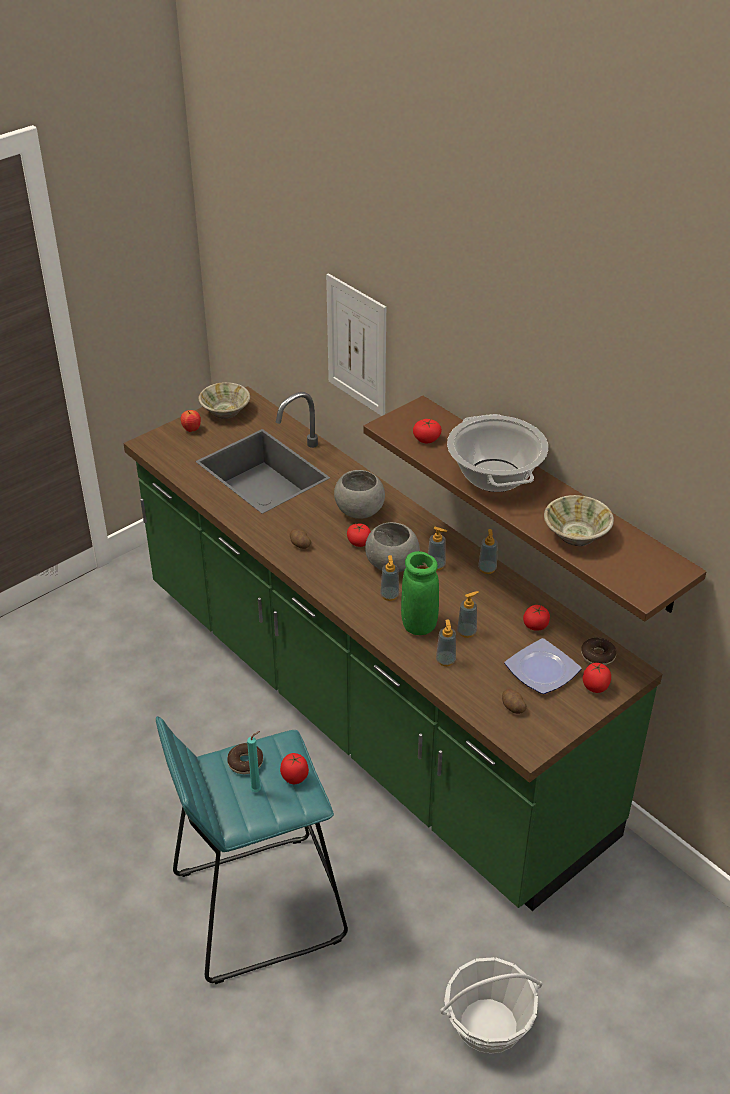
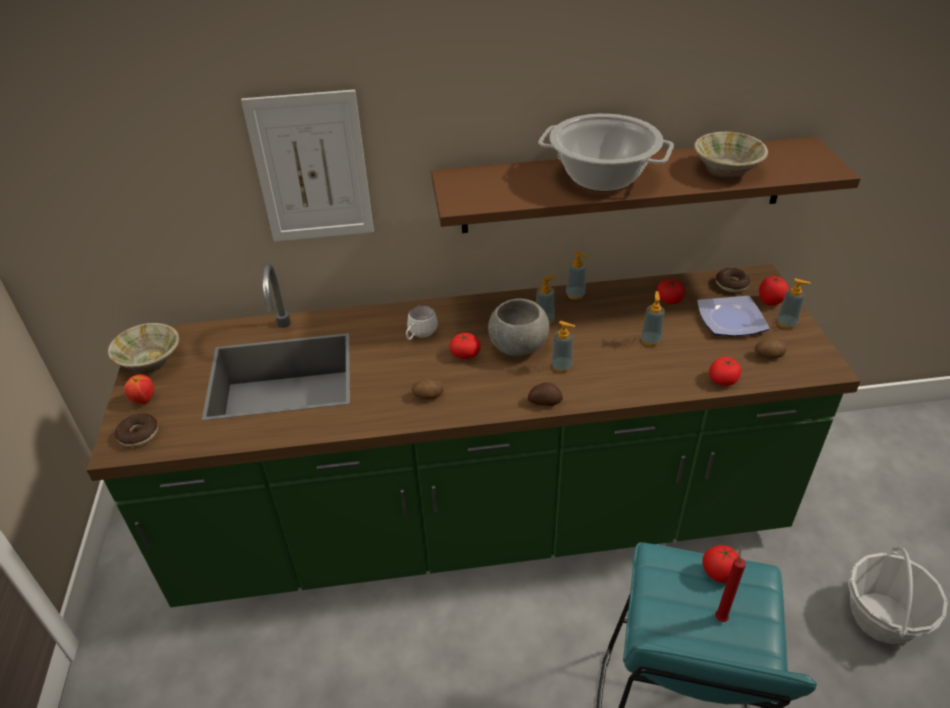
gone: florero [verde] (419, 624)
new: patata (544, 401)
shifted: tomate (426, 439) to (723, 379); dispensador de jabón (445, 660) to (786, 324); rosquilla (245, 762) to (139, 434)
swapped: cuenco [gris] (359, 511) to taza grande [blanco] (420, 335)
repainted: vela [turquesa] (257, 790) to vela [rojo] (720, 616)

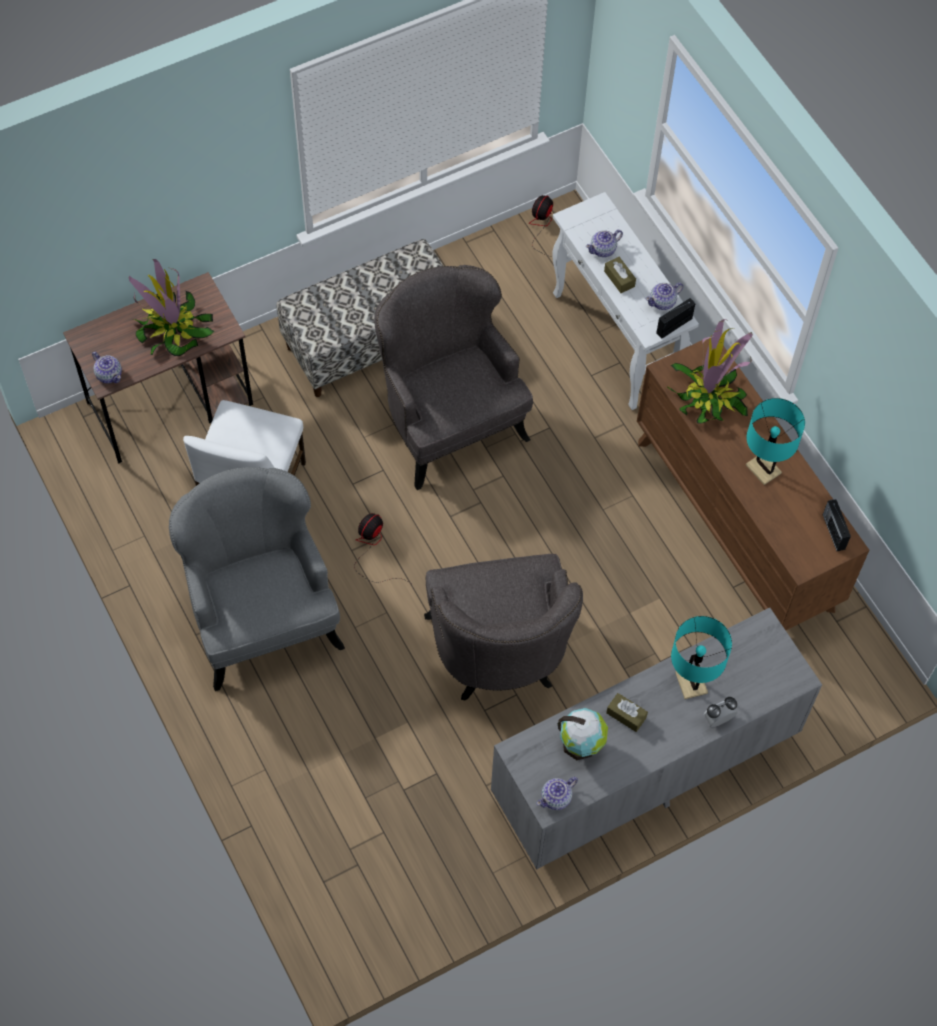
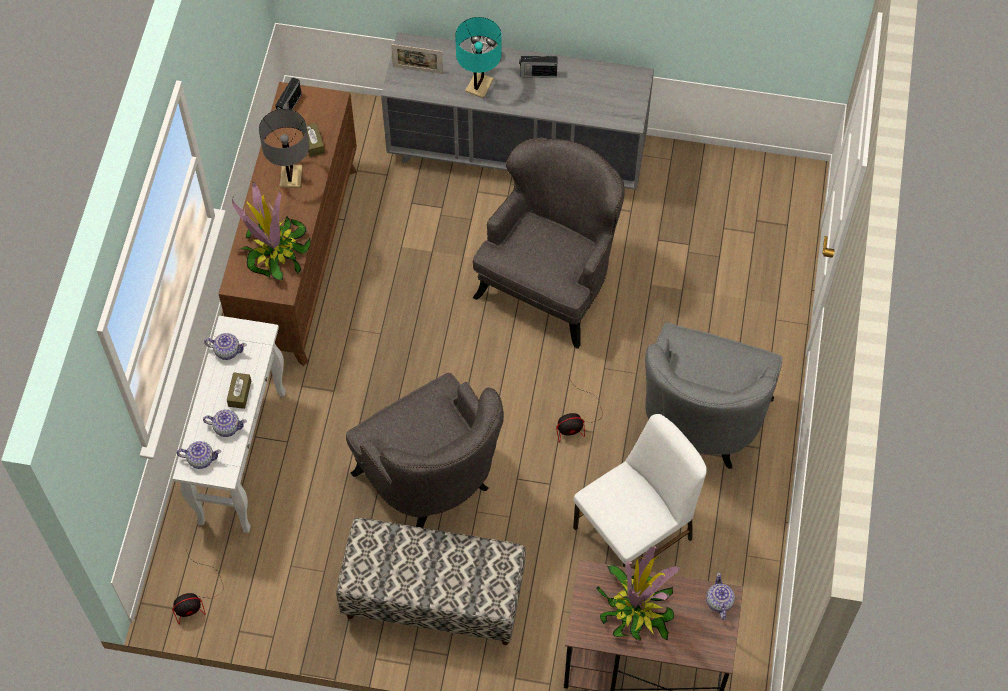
gone: globo terráqueo (581, 744)
new: portarretratos (417, 70)
shifted: radio (675, 325) to (537, 74); caja de pañuelos [marrón] (626, 715) to (313, 143); tetera (556, 798) to (200, 459)
repainted: lámpara de mesa [turquesa] (763, 469) to lámpara de mesa [gris] (291, 176)
rotated: sillón [gris] (449, 422) = (432, 482) 45 degrees counterclockwise

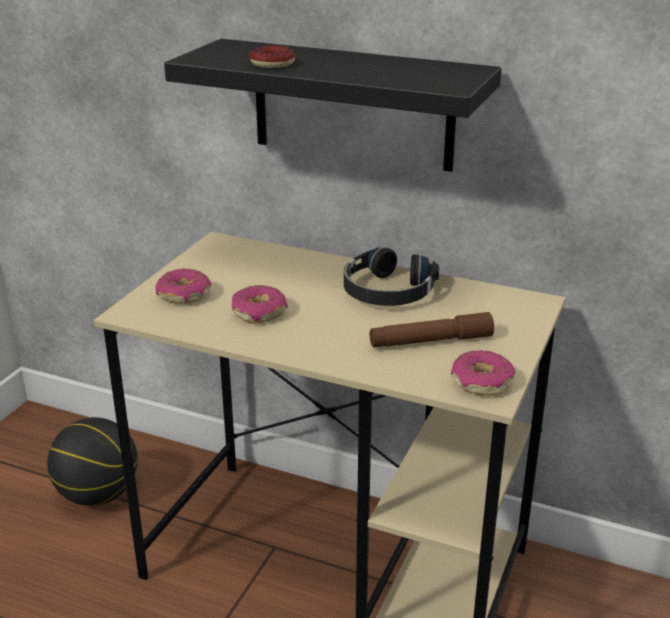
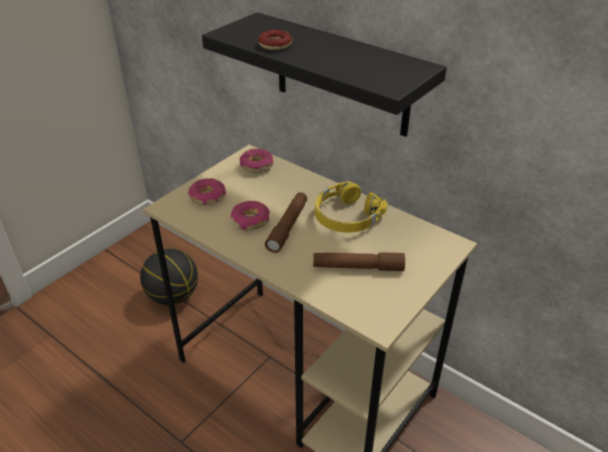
new: linterna [marrón] (288, 226)
shifted: rosquilla (481, 382) to (256, 166)
repainted: auriculares [negro] (387, 291) to auriculares [amarillo] (346, 216)

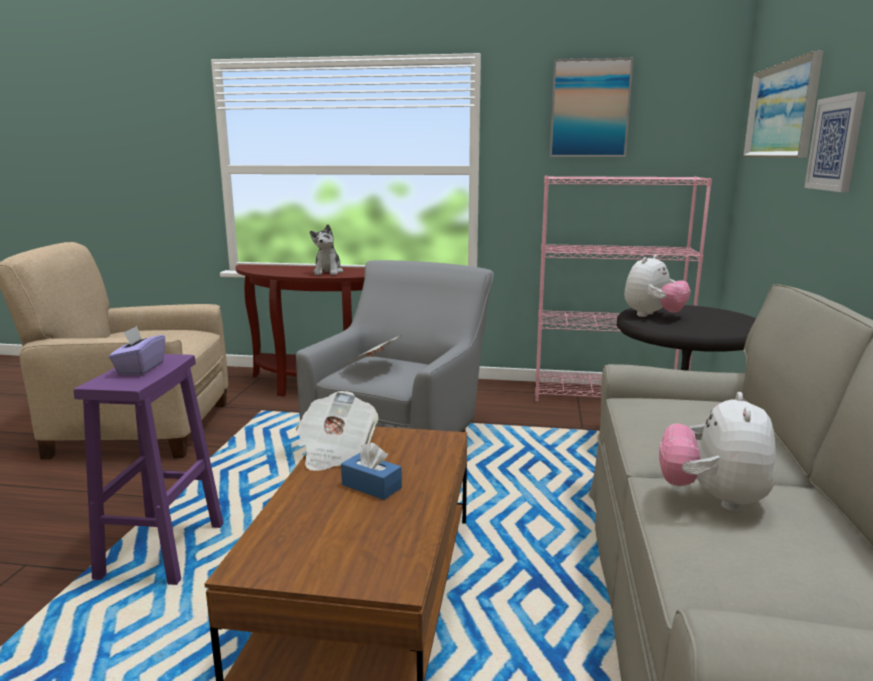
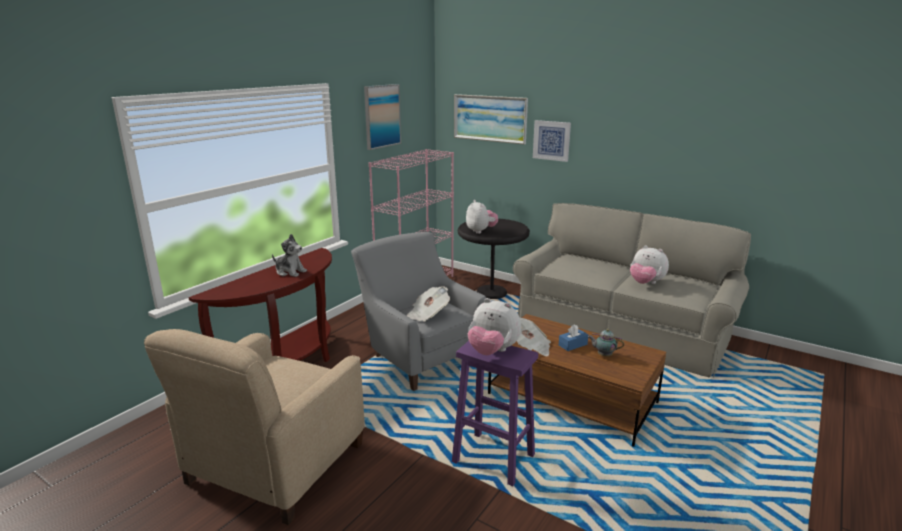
new: tetera (603, 355)
swapped: caja de pañuelos [morado] (140, 369) to peluche (492, 351)

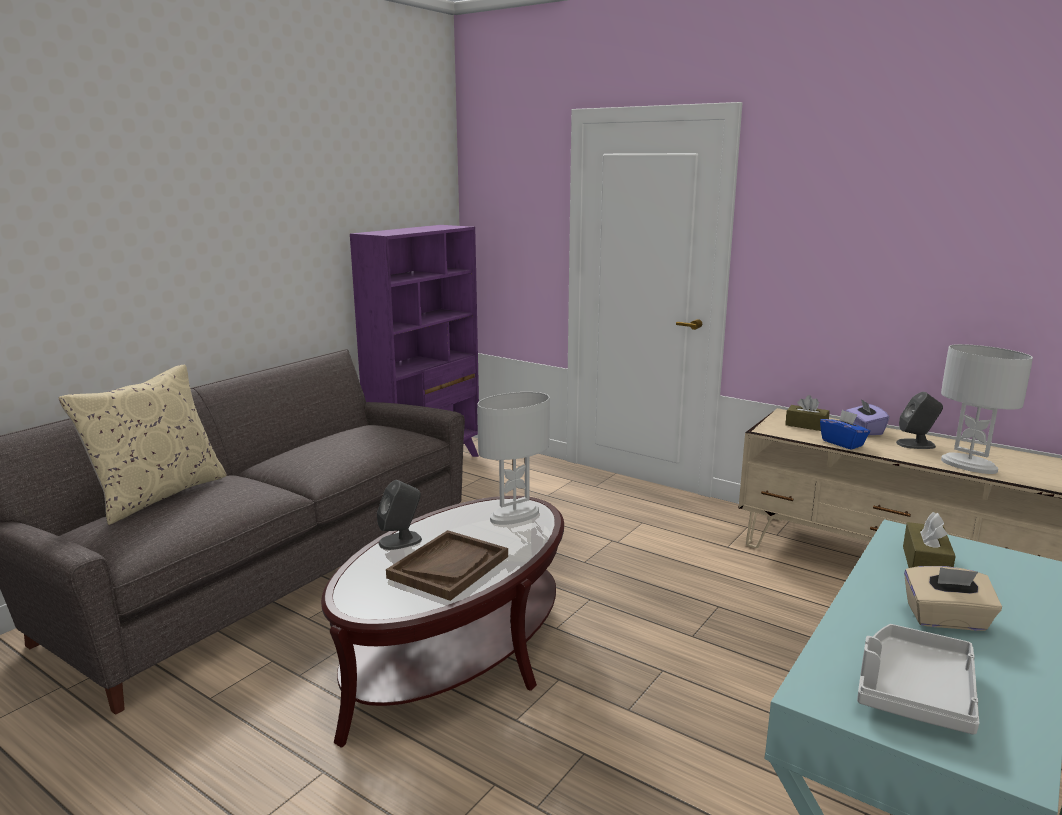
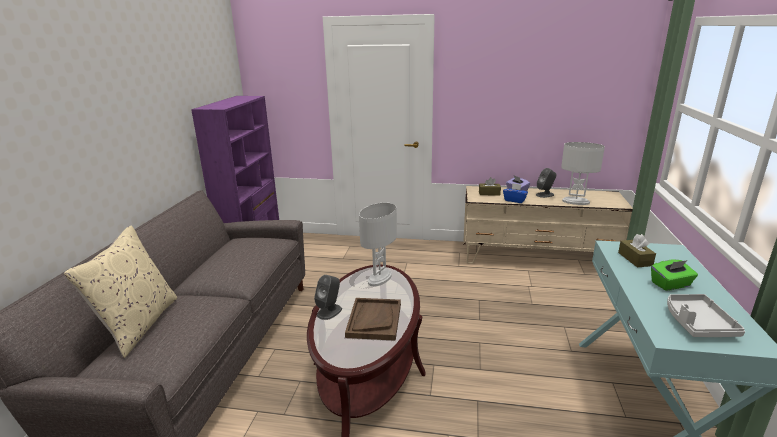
repainted: caja de pañuelos [beis] (946, 619) to caja de pañuelos [verde] (671, 285)

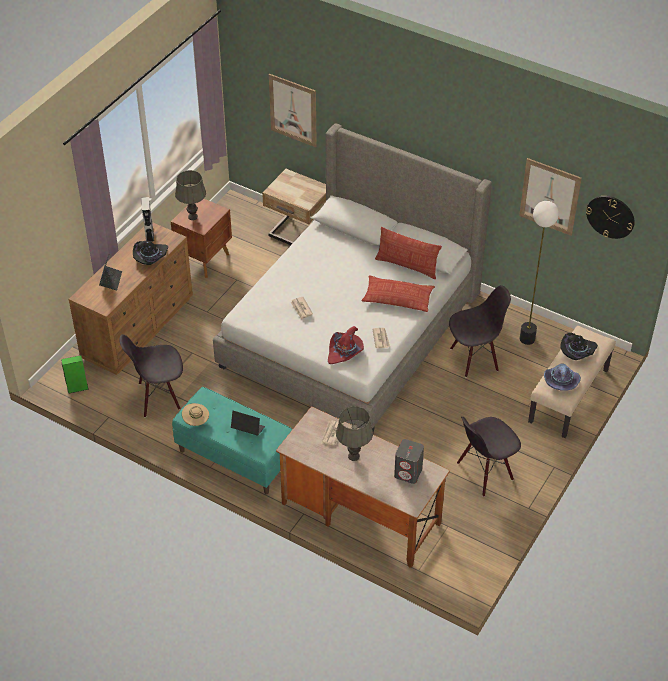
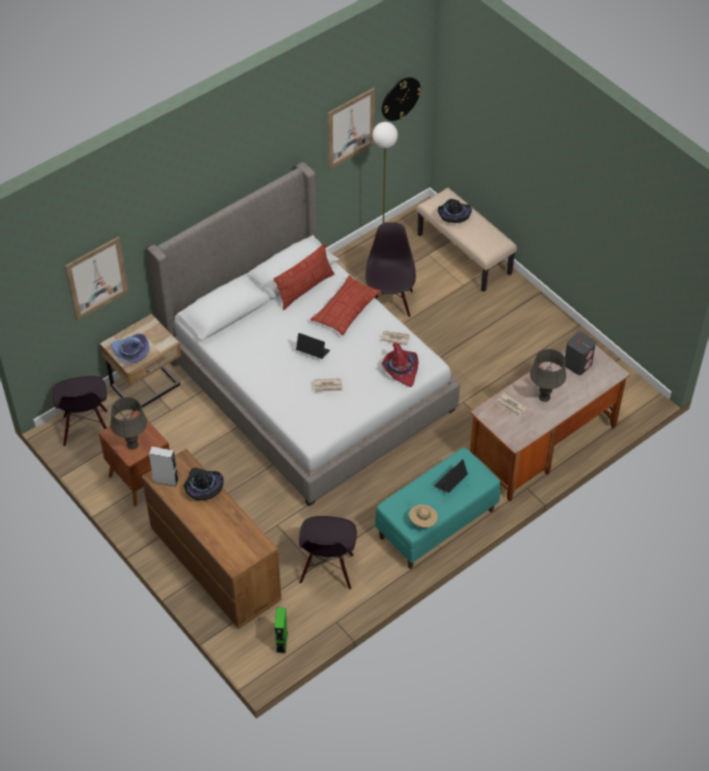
shifted: portátil (111, 280) to (312, 352); sombrero [morado] (560, 381) to (131, 353); silla [negro] (485, 472) to (86, 428)

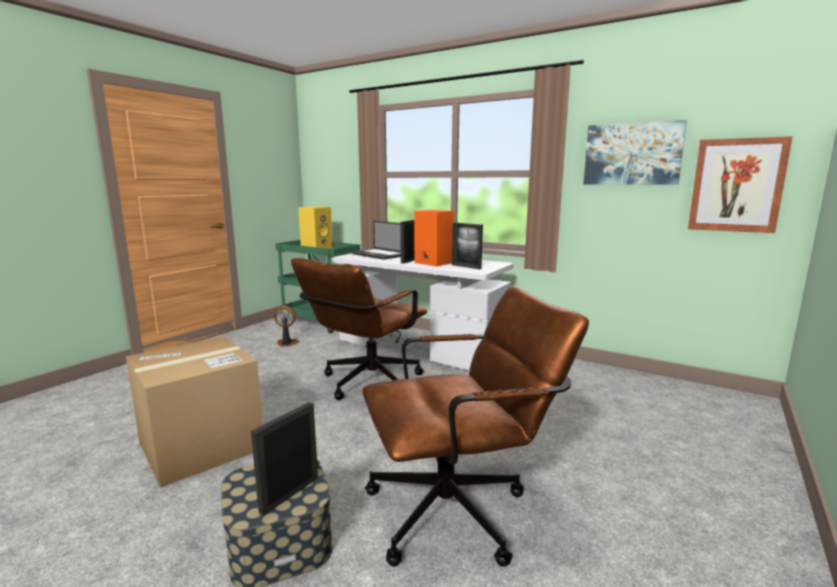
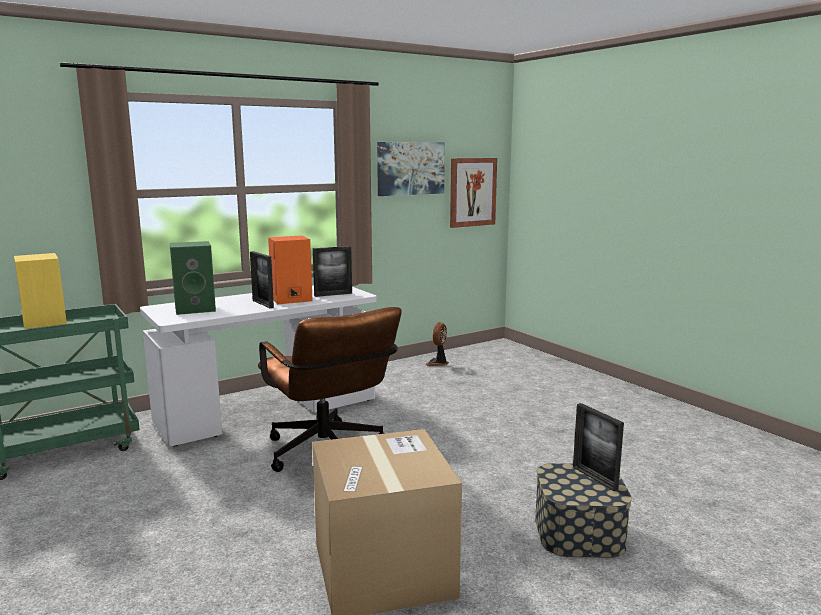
gone: silla de oficina [marrón] (461, 509)
shifted: ventilador (287, 344) to (438, 363)
swapped: portátil (378, 255) to altavoz [verde] (196, 309)

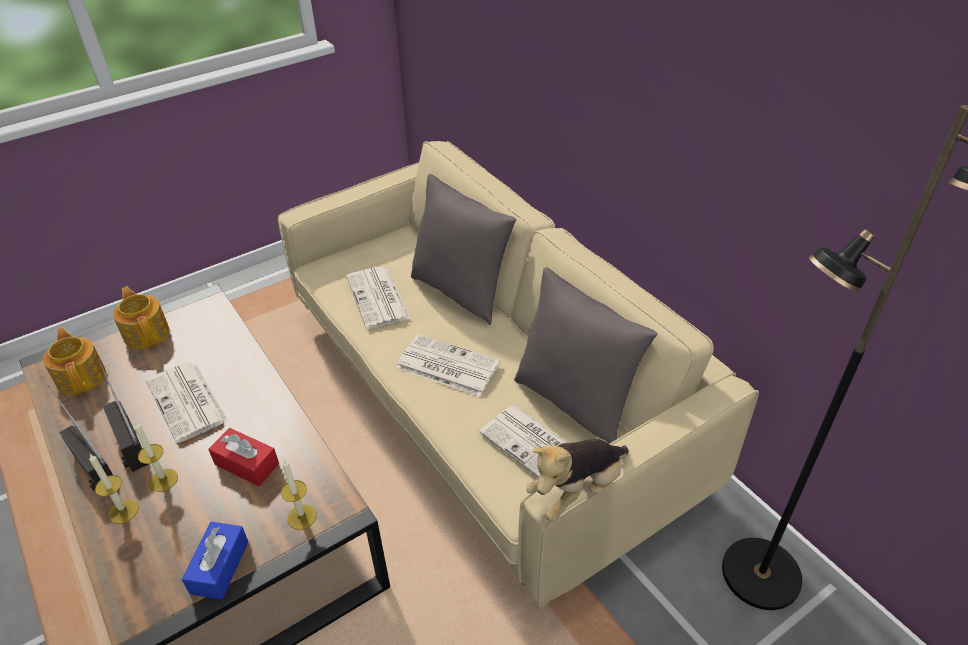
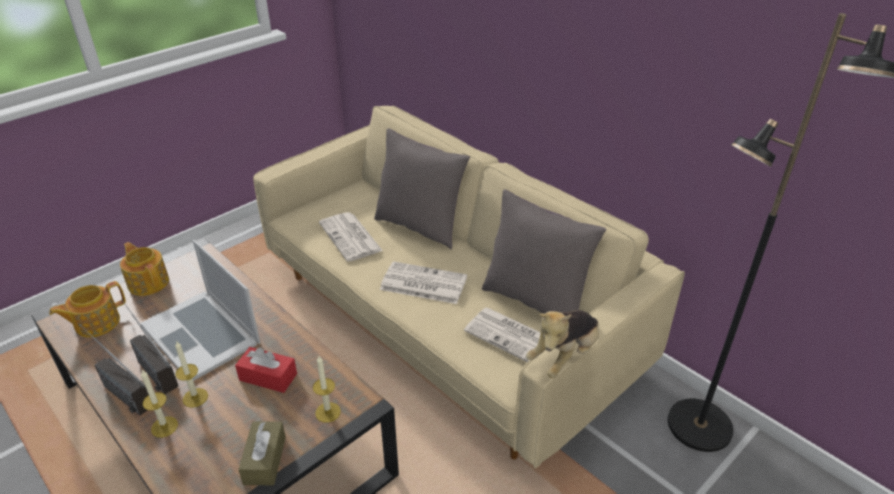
swapped: periódico (188, 402) to portátil (201, 334)
repainted: caja de pañuelos [azul] (219, 567) to caja de pañuelos [marrón] (265, 460)
rotated: tetera (82, 376) = (96, 323) 90 degrees counterclockwise

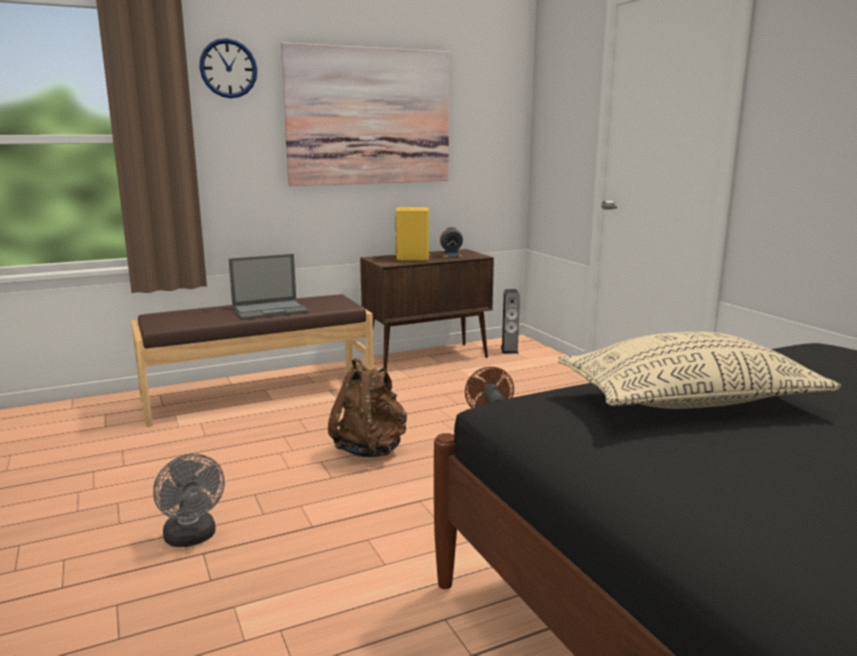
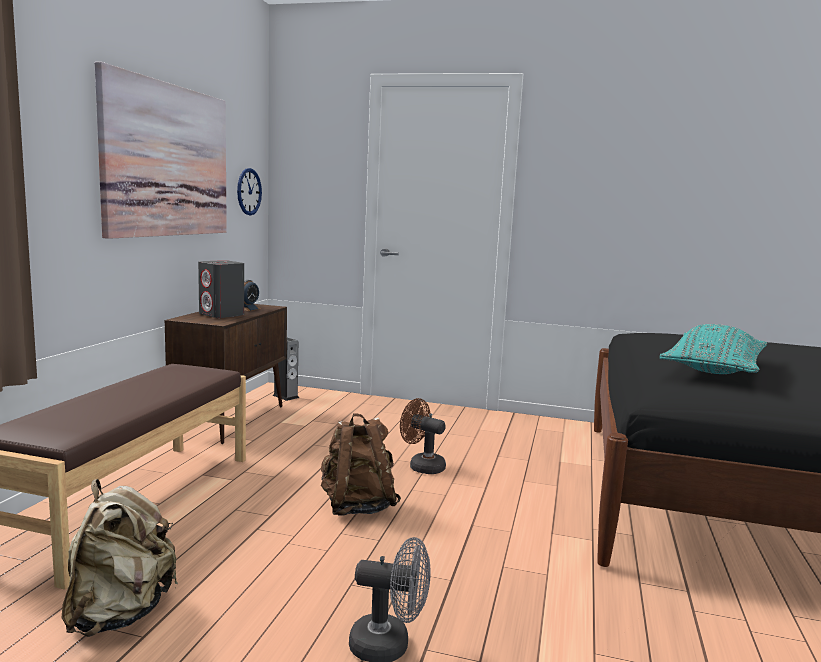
gone: portátil (271, 310)
new: mochila [beis] (120, 613)
shifted: reloj de pared (228, 68) to (249, 191)
repainted: altavoz [amarillo] (412, 258) to altavoz [gris] (222, 315); cojín [beis] (688, 401) to cojín [turquesa] (713, 369)

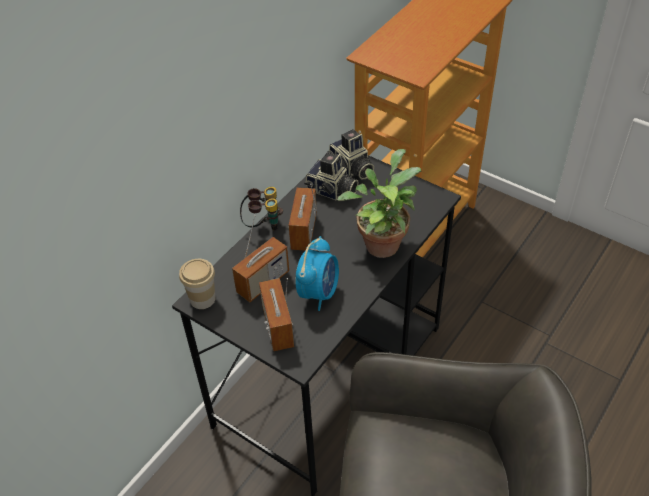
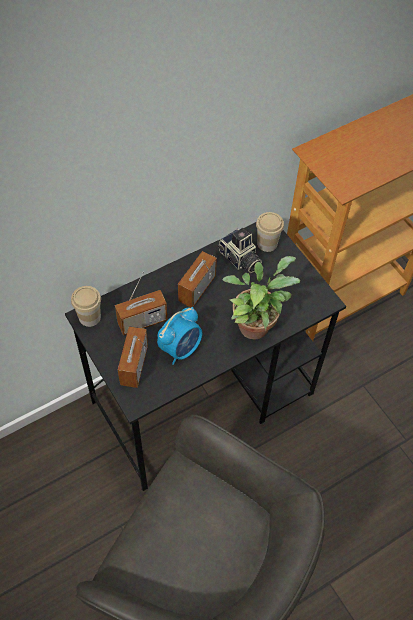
gone: prismáticos (263, 224)
swapped: cámara (351, 168) to taza (267, 243)

